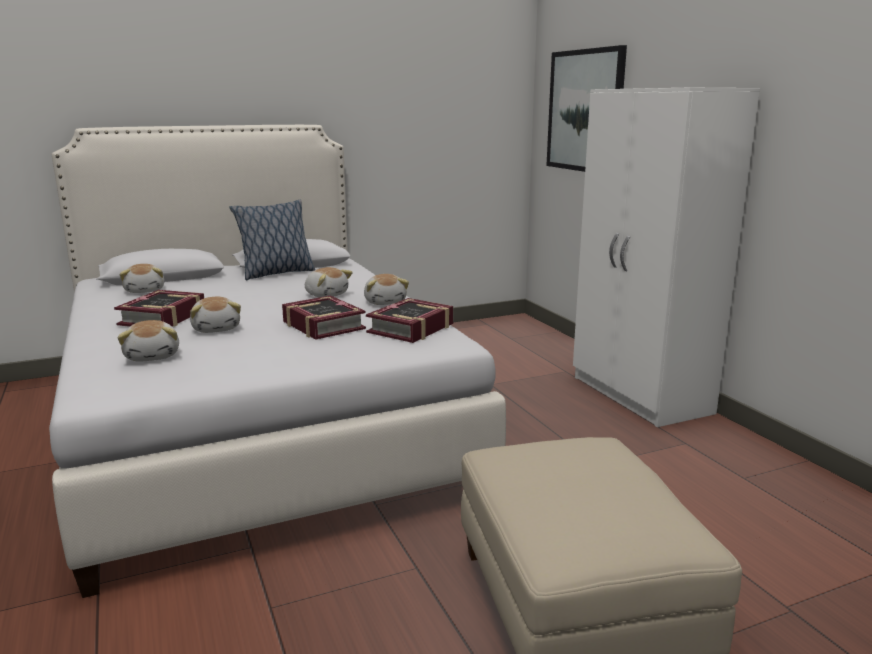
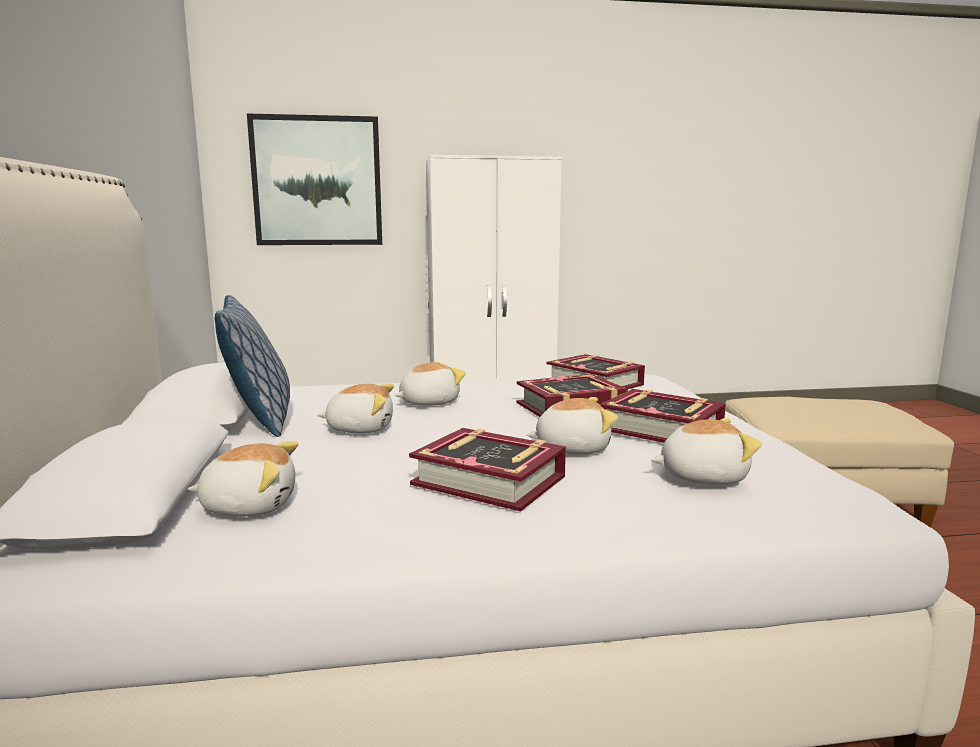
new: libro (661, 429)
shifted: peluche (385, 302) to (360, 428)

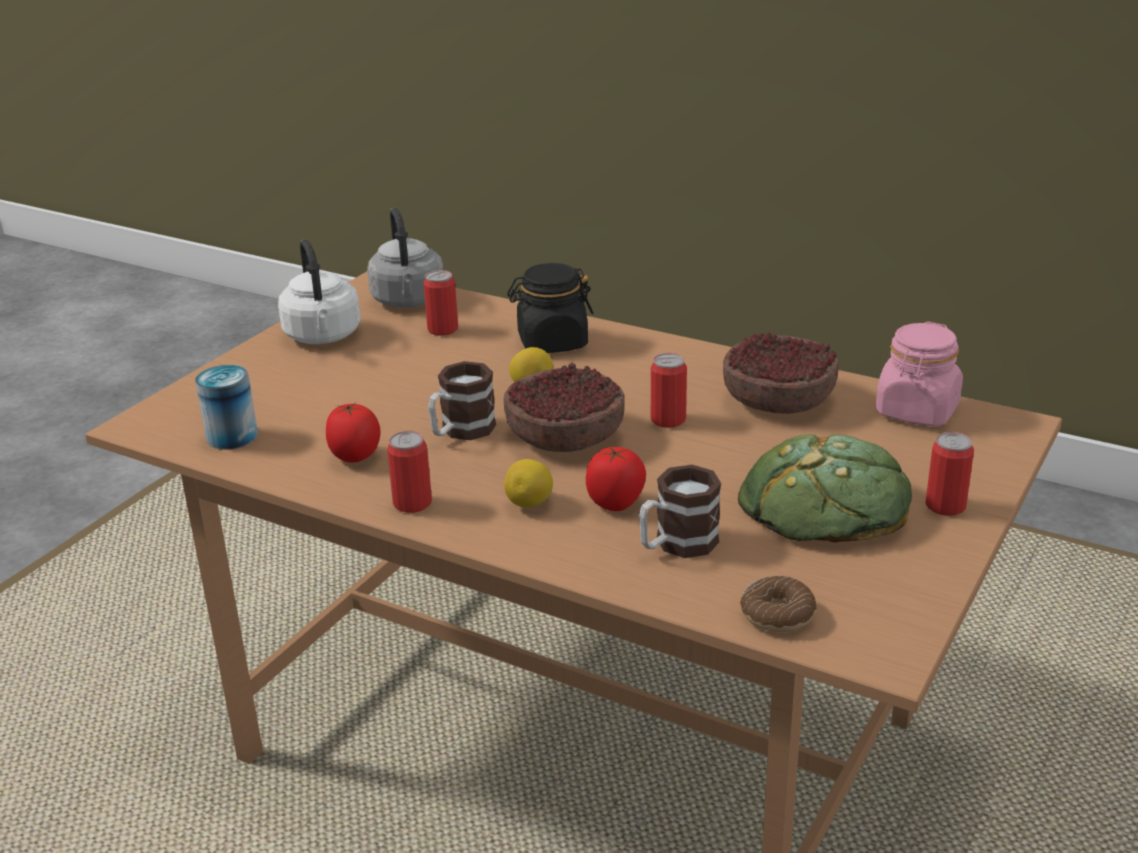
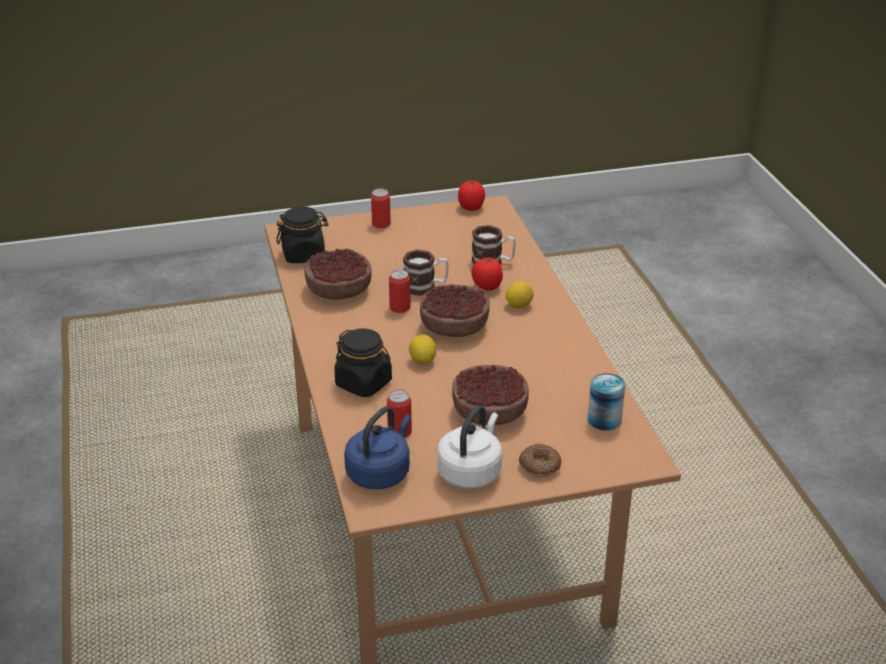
gone: lata (412, 503); pan (825, 505)
new: cuenco (489, 411)
shifted: taza grande (460, 431) to (426, 287); tomate (355, 458) to (471, 207); rosquilla (777, 614) to (539, 466)
repainted: hervidor [gris] (408, 301) to hervidor [azul] (380, 472); tarro [rosa] (917, 411) to tarro [negro] (304, 254)

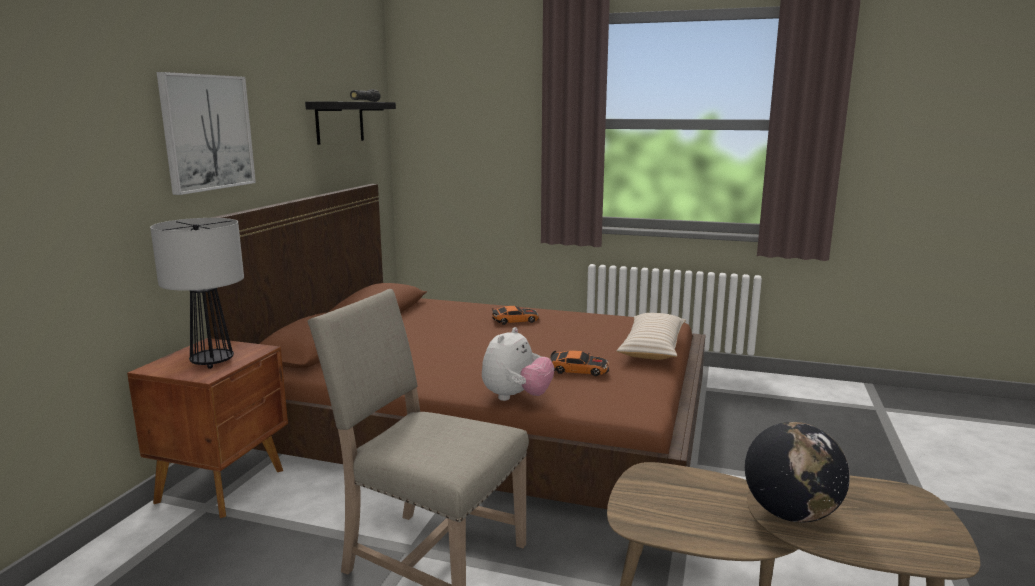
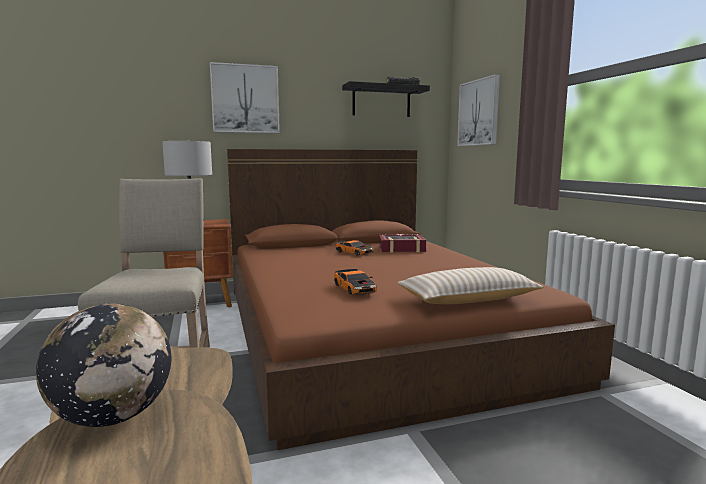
gone: peluche (516, 397)
new: cuadro (479, 113); libro (401, 248)
shifted: coche de juguete (515, 320) to (355, 252)

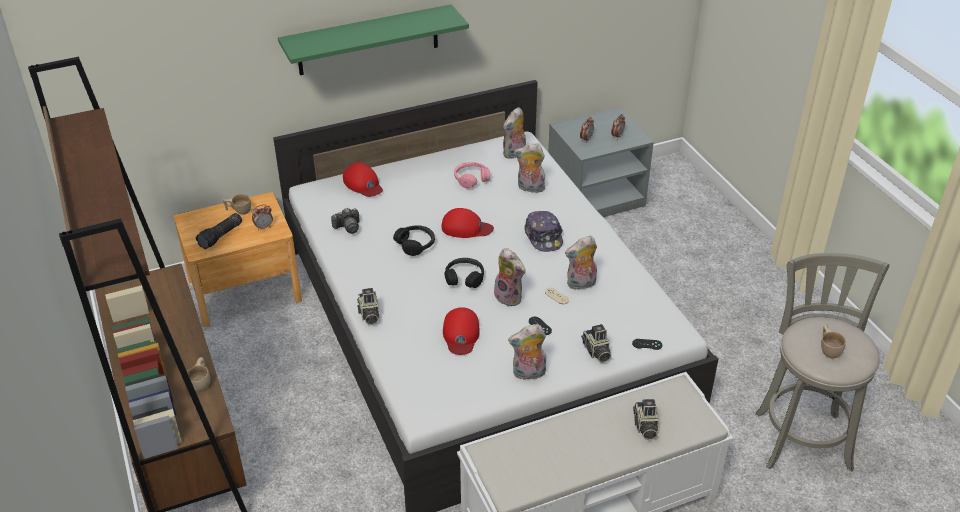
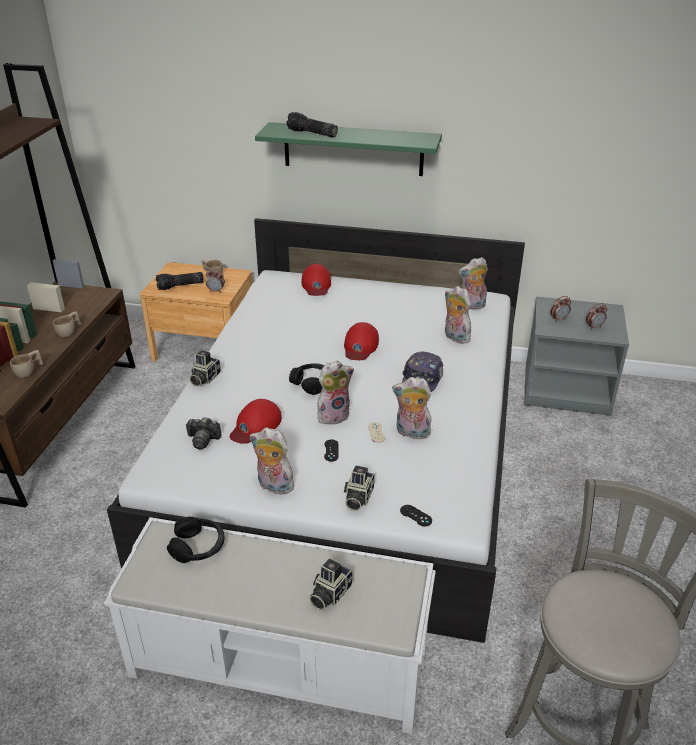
gone: auriculares [rosa] (471, 179)
new: linterna (311, 133)
shifted: cámara (348, 227) to (203, 440); auriculares [negro] (415, 244) to (198, 547); taza [beis] (829, 349) to (69, 331)
rotated: gorra [rojo] (466, 228) = (360, 346) 60 degrees clockwise; peluche (510, 297) = (333, 415) 105 degrees counterclockwise

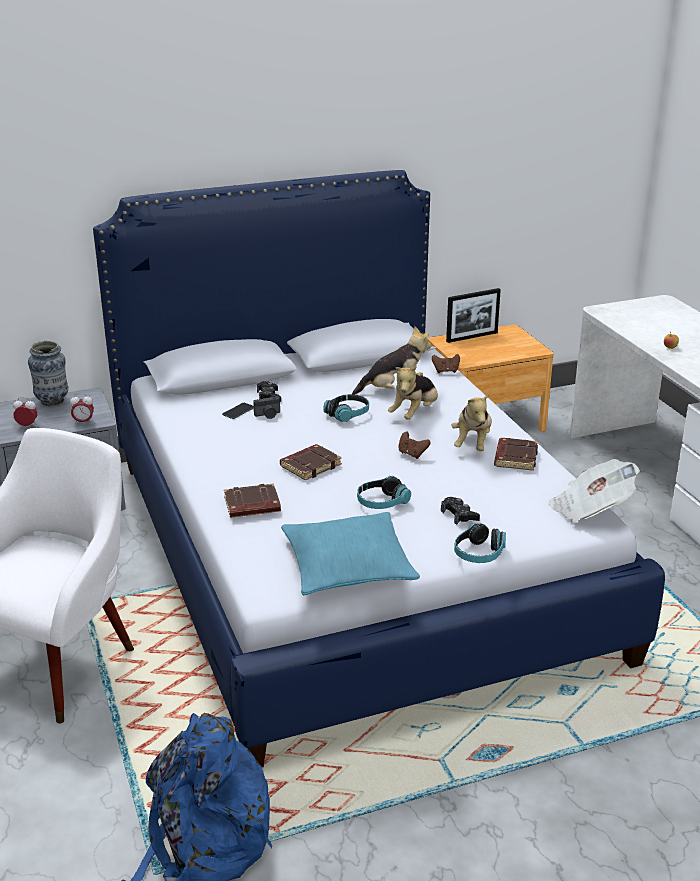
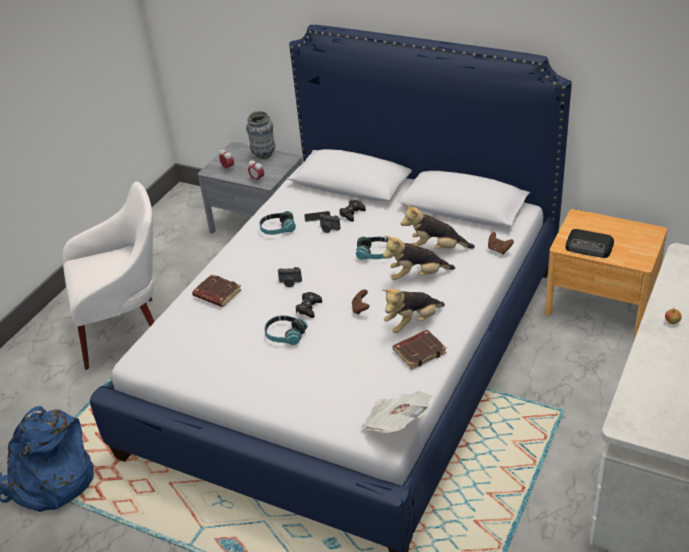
gone: portarretratos (472, 337); cojín [turquesa] (348, 566)
new: radio (589, 247)
shifted: mando de consola [negro] (459, 515) to (309, 308); auriculares (479, 553) to (277, 229)
swapped: libro [marrón] (310, 465) to cámara (290, 282)
rotated: peluche (394, 390) = (436, 249) 150 degrees clockwise

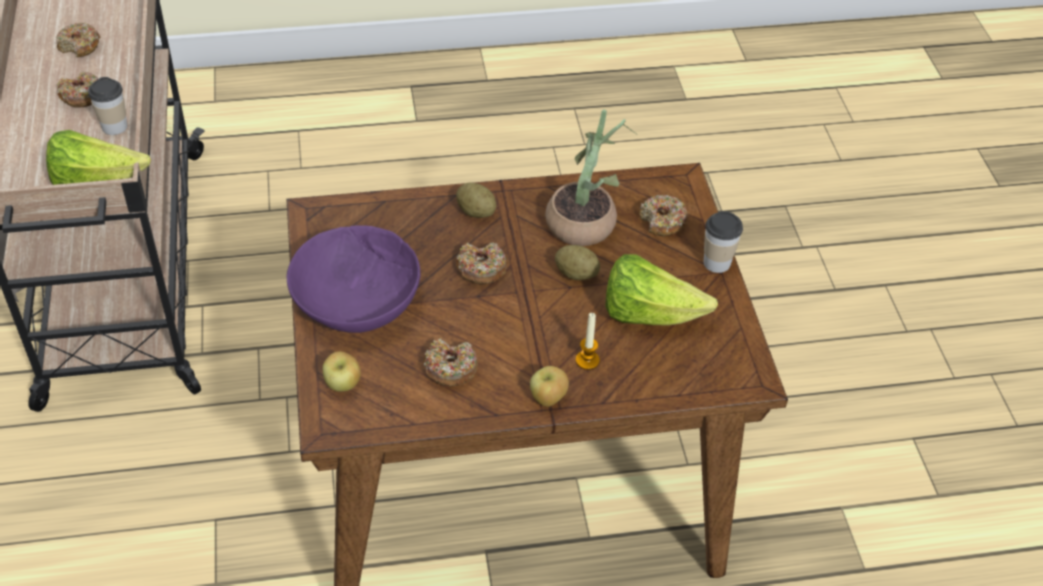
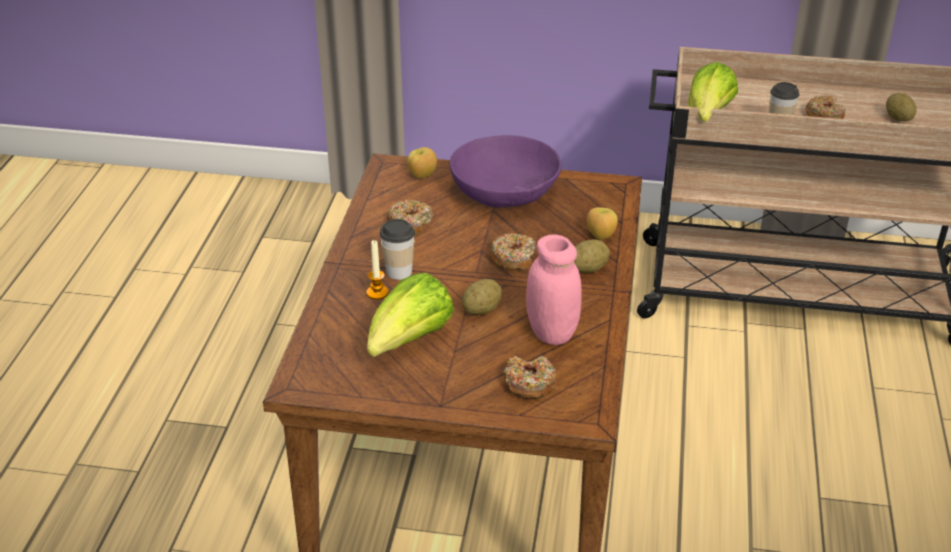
shifted: taza (717, 262) to (399, 271); manzana (548, 399) to (600, 236)
swapped: rosquilla (80, 46) to patata (898, 118); planta en maceta (586, 220) to tarro [rosa] (551, 332)

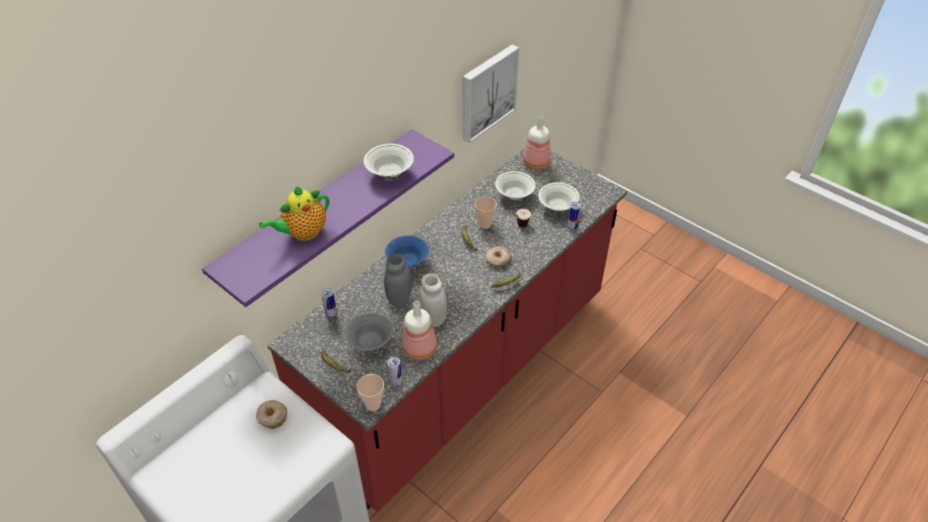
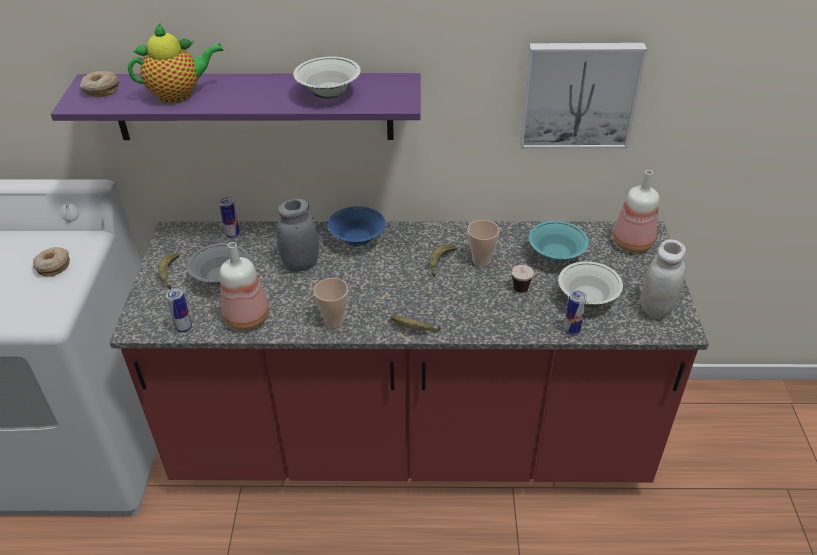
shifted: rosquilla (498, 260) to (101, 90); tarro [blanco] (433, 319) to (656, 308); taza (373, 404) to (334, 321)
repainted: cuenco [blanco] (514, 196) to cuenco [turquesa] (555, 256)
rotated: tetera (303, 233) = (179, 94) 150 degrees clockwise

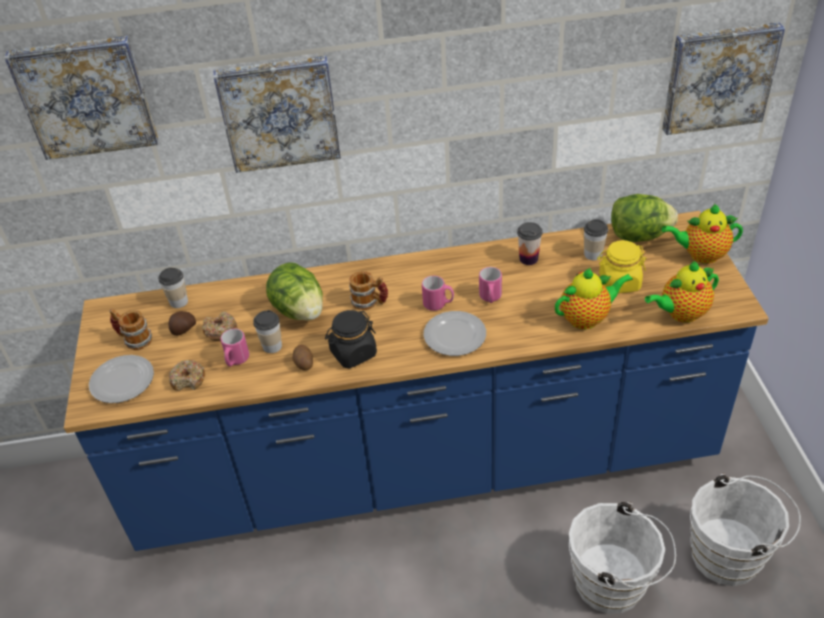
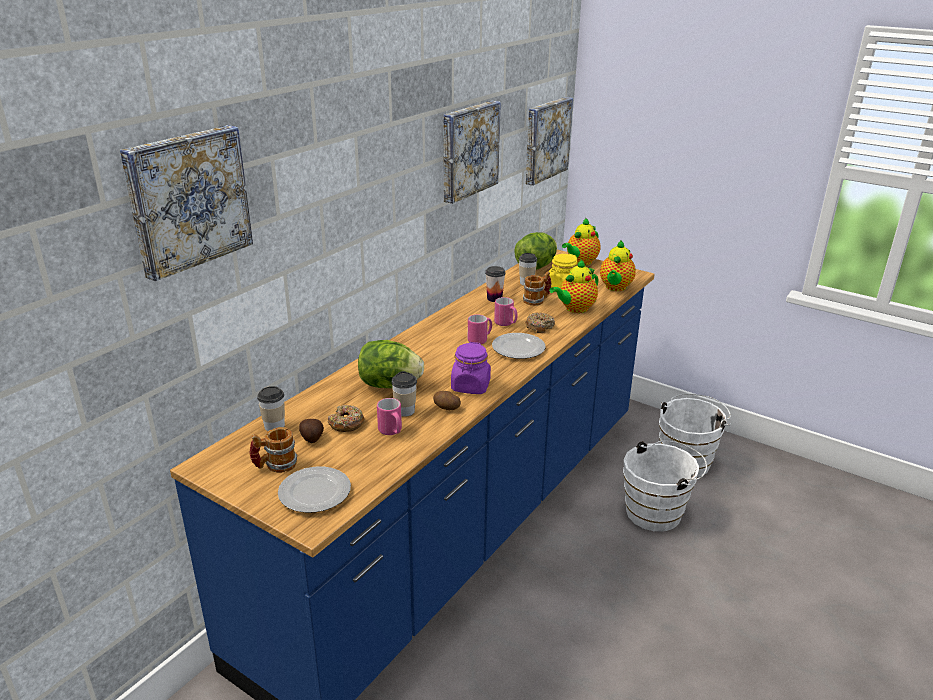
shifted: cuadro (279, 112) to (468, 150); taza grande (370, 302) to (537, 300); rosquilla (188, 380) to (539, 327)
repainted: tarro [negro] (353, 353) to tarro [morado] (470, 386)
rotated: tetera (587, 318) = (575, 309) 150 degrees counterclockwise

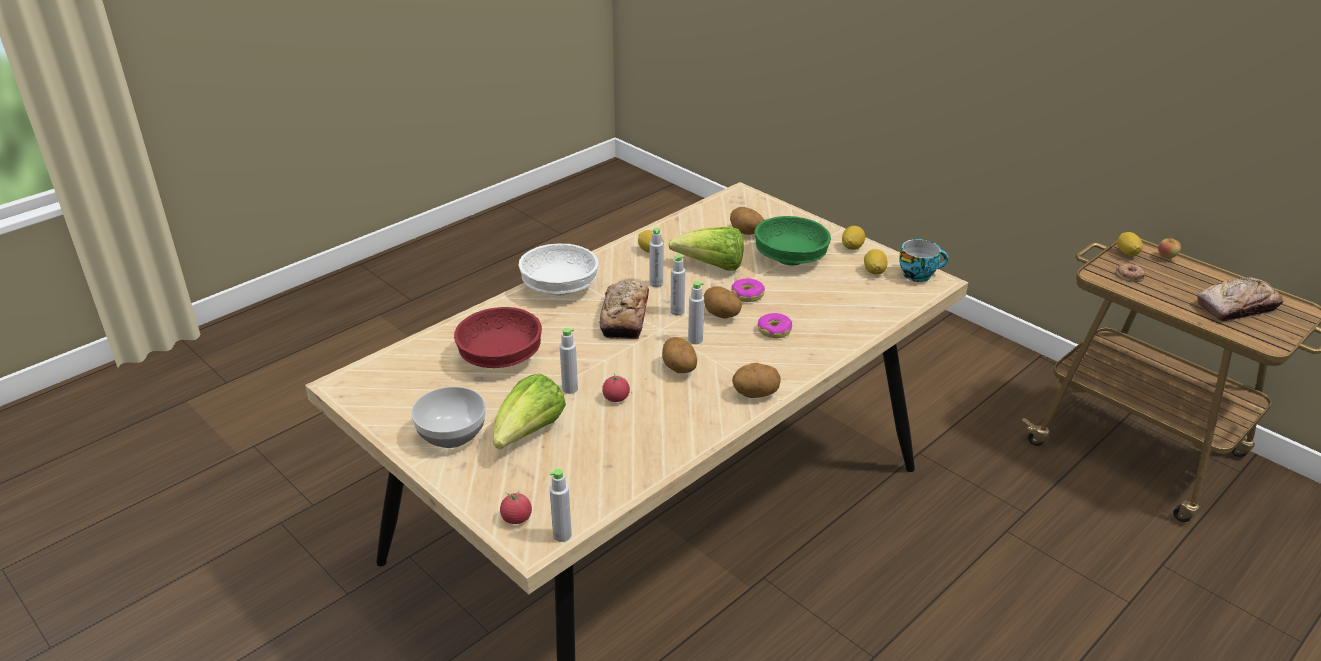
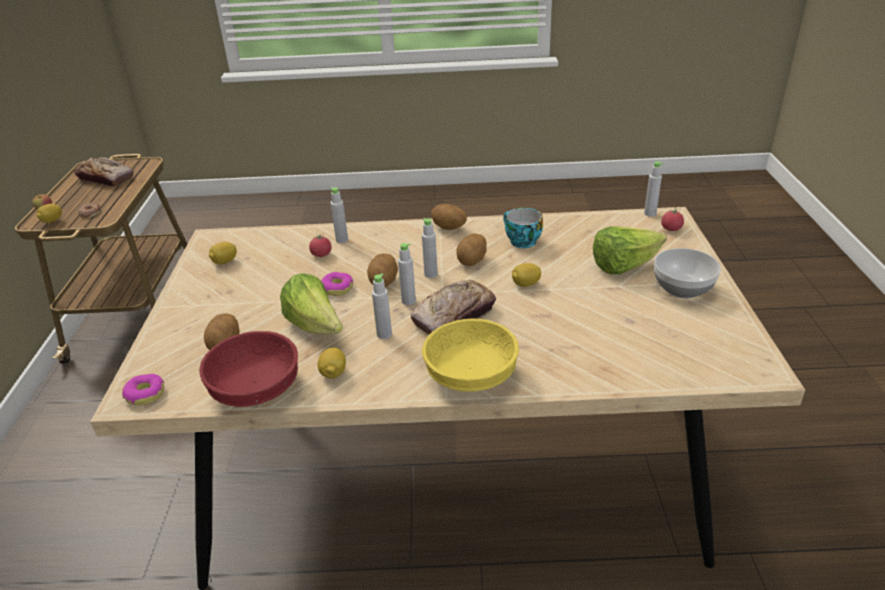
gone: cuenco [verde] (790, 259)
shifted: limón (852, 247) to (525, 284); taza (918, 274) to (521, 241); cuenco [rojo] (501, 357) to (254, 389); rosquilla (774, 330) to (145, 394); botella [gris] (570, 389) to (342, 240); tomate (616, 398) to (321, 254)
repainted: cuenco [blanco] (560, 288) to cuenco [amarillo] (471, 374)

